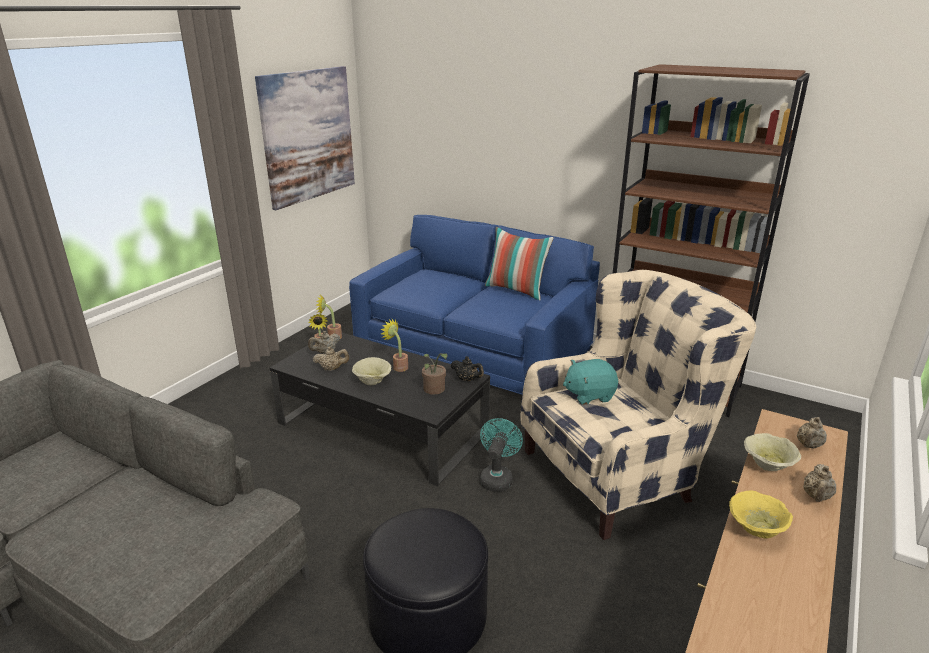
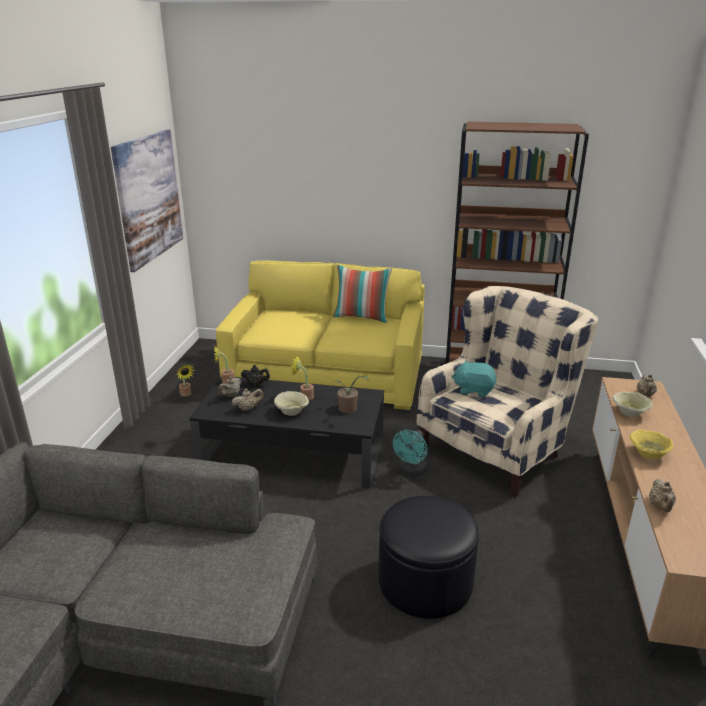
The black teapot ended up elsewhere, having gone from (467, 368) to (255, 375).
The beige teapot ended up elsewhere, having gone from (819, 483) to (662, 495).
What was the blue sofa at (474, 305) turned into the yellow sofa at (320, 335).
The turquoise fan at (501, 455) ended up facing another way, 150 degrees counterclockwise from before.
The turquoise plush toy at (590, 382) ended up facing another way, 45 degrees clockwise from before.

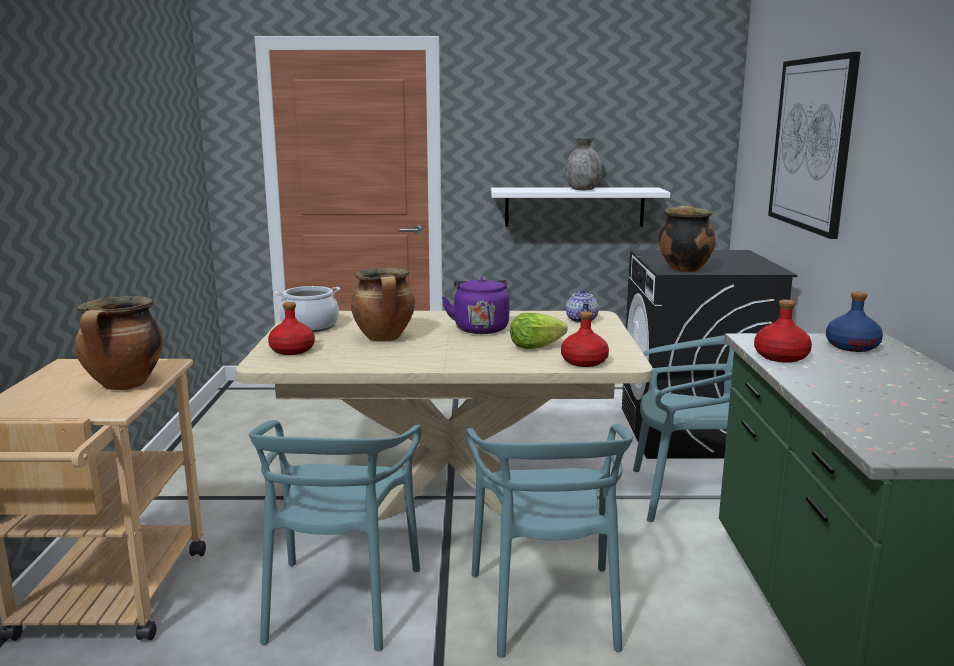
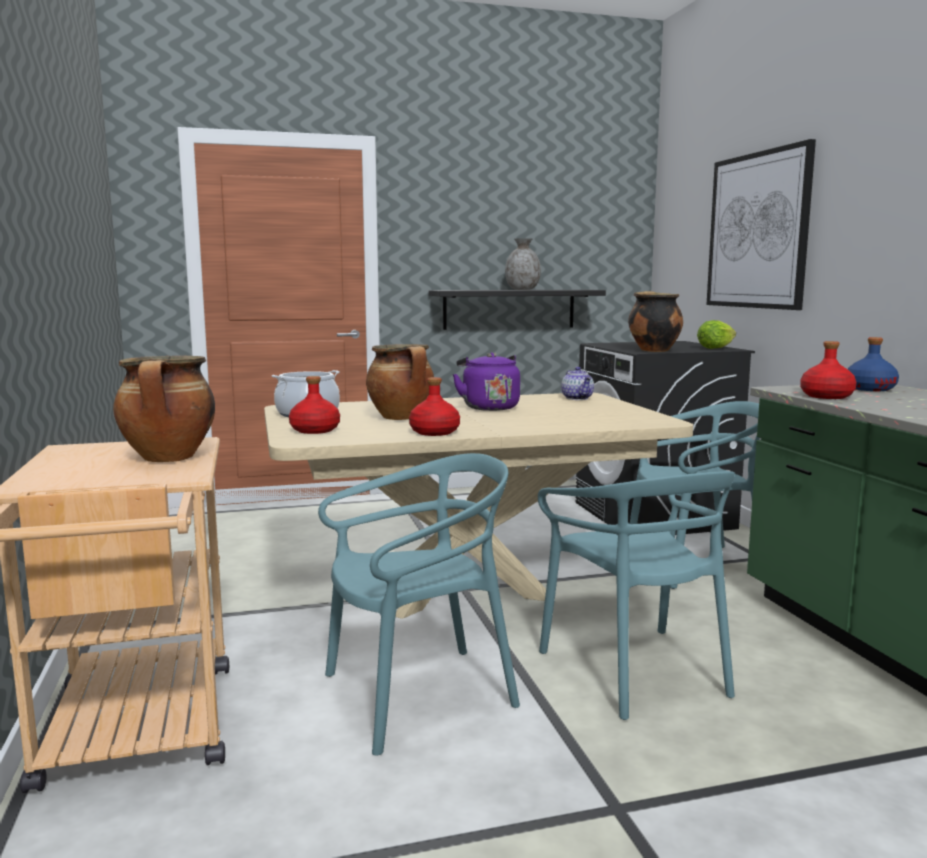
The lettuce ended up elsewhere, having gone from (539, 331) to (716, 334).
The red bottle ended up elsewhere, having gone from (585, 339) to (434, 406).
What was the white shelf at (580, 207) turned into the black shelf at (517, 310).
The turquoise chair at (335, 535) ended up facing another way, 105 degrees counterclockwise from before.

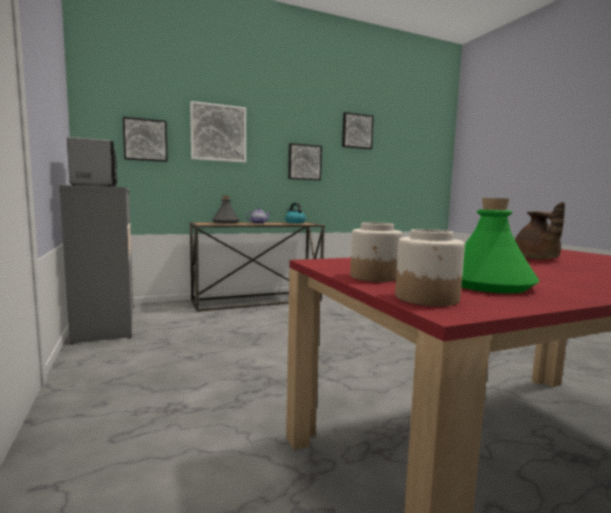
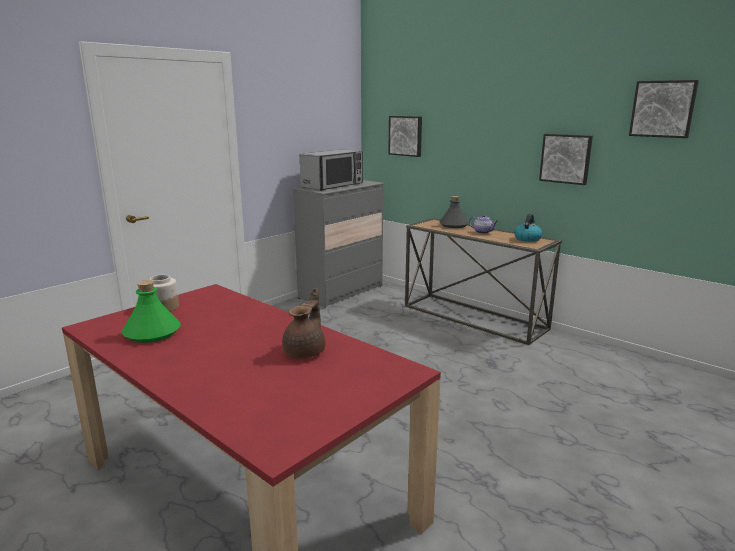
The second view lost the picture at (218, 132).
The second view lost the jar at (430, 267).
The brown teapot at (540, 230) ended up facing another way, 135 degrees clockwise from before.

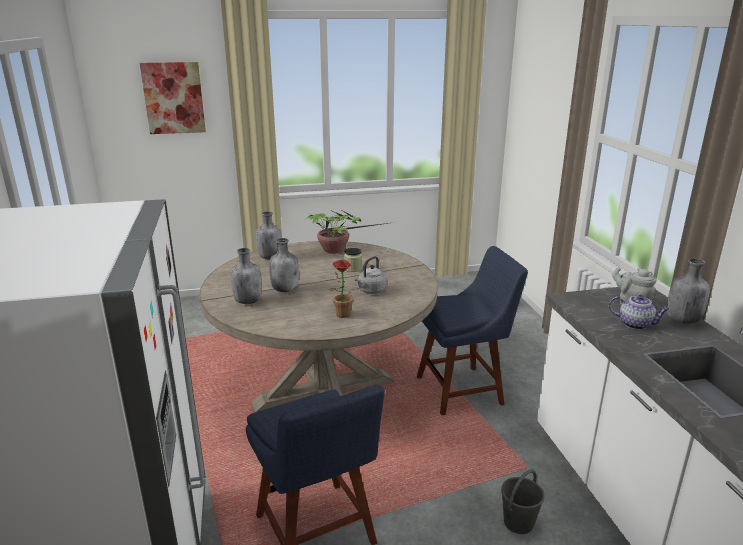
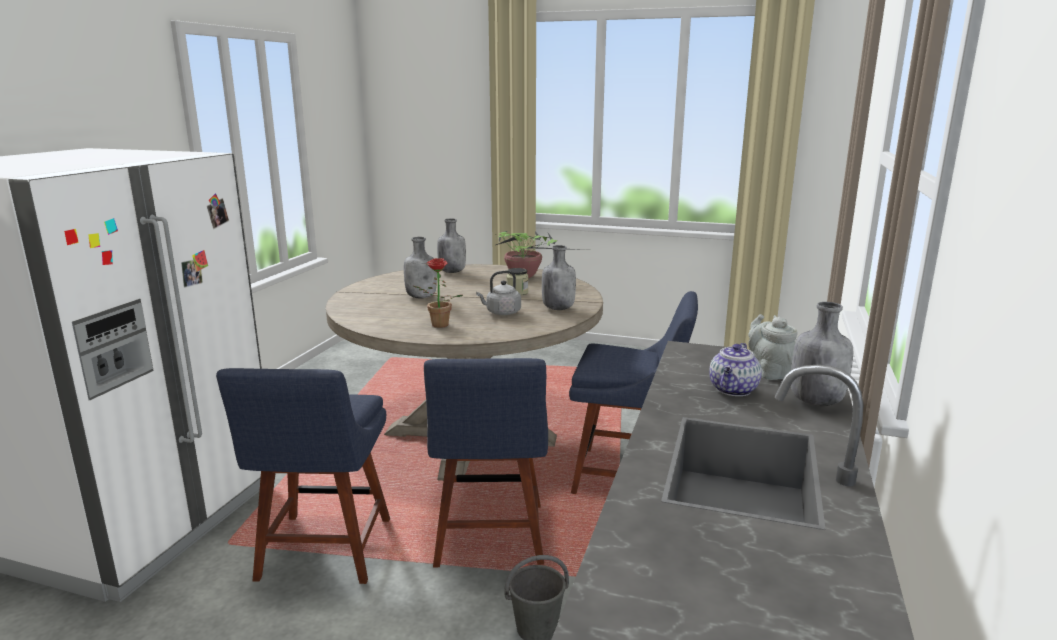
The second view lost the picture at (173, 98).
The second view gained the blue chair at (486, 462).
The grey bottle ended up elsewhere, having gone from (246, 276) to (559, 277).
The teapot at (639, 312) ended up facing another way, 60 degrees clockwise from before.

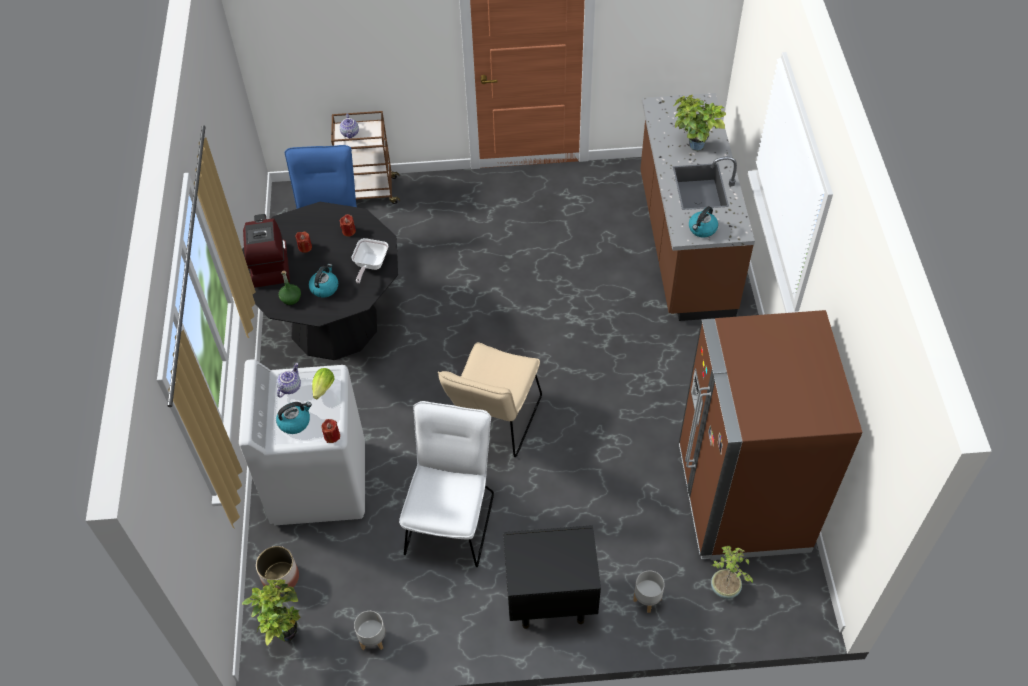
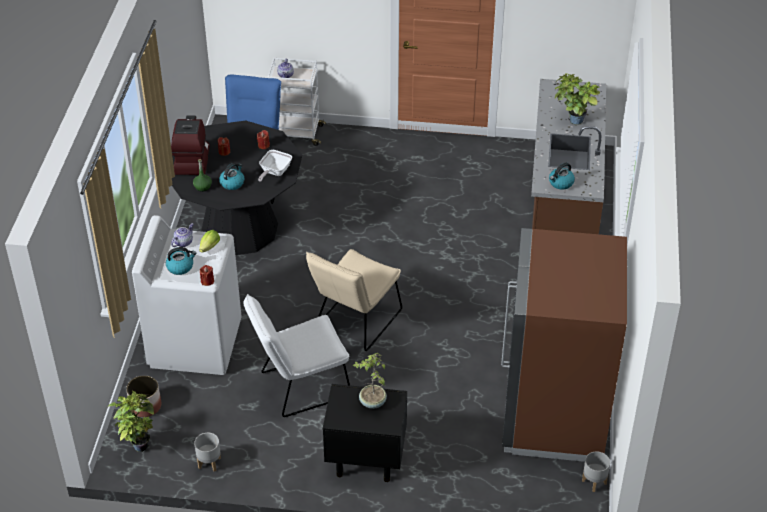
The grey planter ended up elsewhere, having gone from (649, 591) to (596, 471).
The potted plant ended up elsewhere, having gone from (732, 572) to (370, 381).
What was the brown cart at (365, 157) turned into the white cart at (297, 102).
The white chair at (446, 484) ended up facing another way, 135 degrees counterclockwise from before.

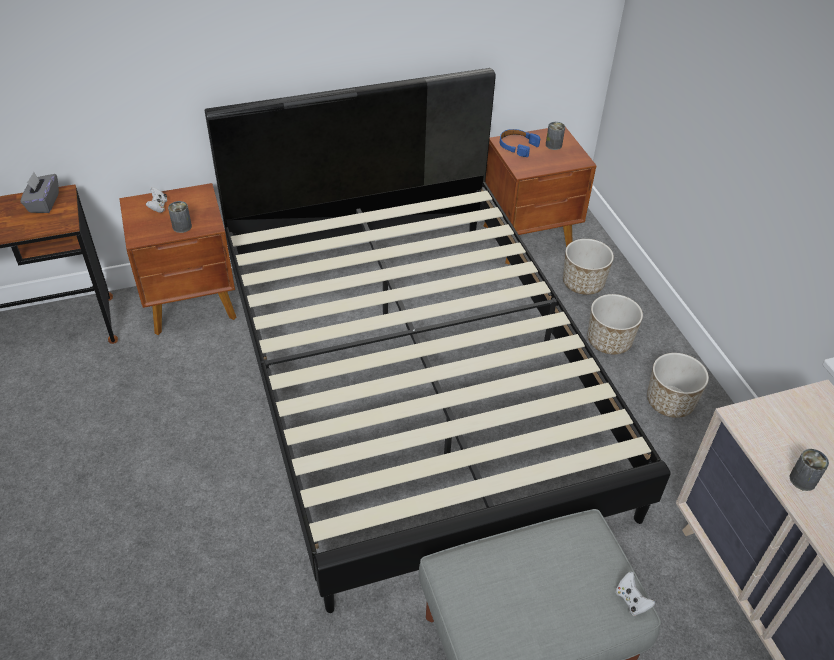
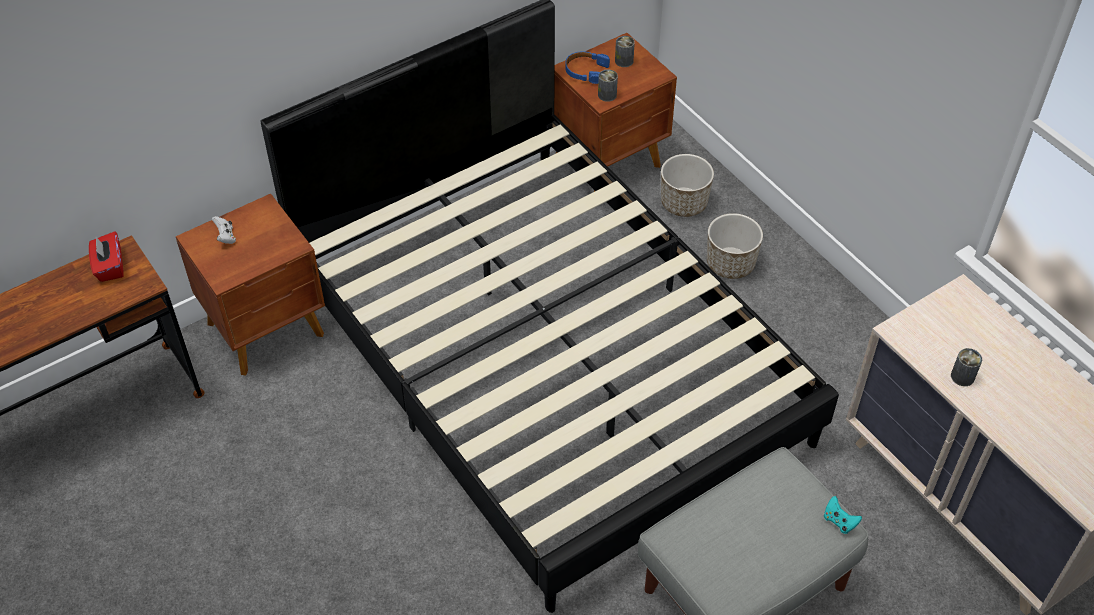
The second view lost the planter at (678, 385).
The can ended up elsewhere, having gone from (180, 217) to (608, 85).
What was the grey tissue box at (39, 192) turned into the red tissue box at (106, 256).
What was the white game controller at (635, 594) turned into the turquoise game controller at (843, 515).

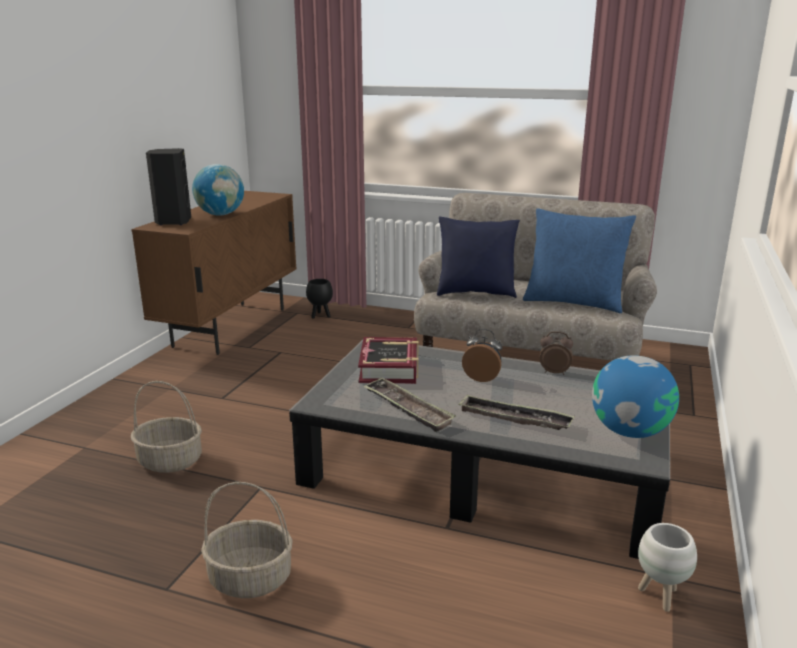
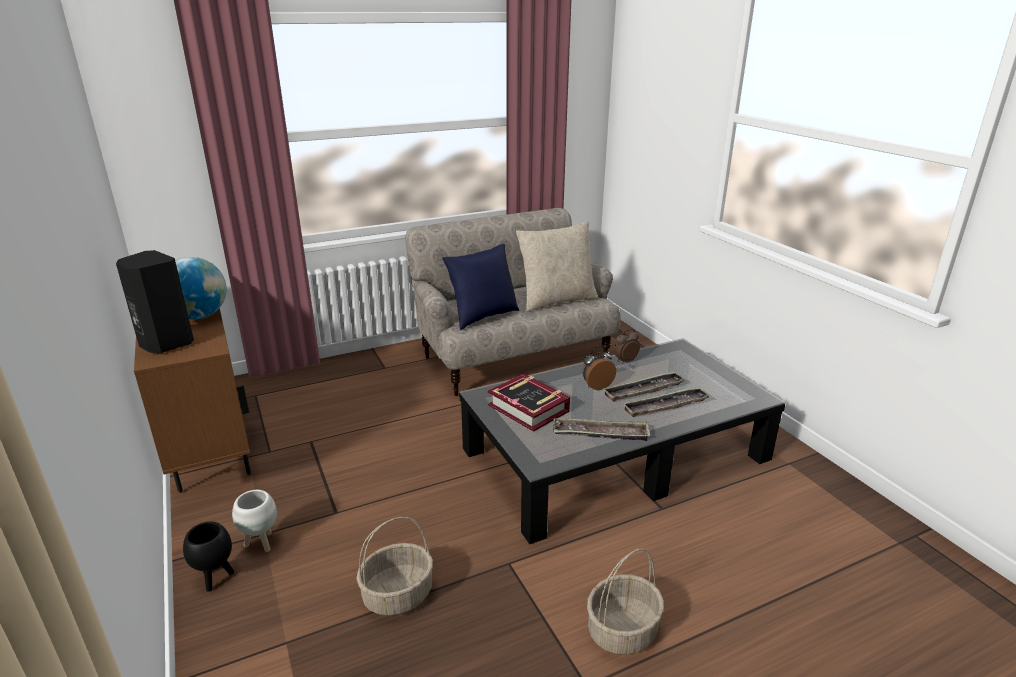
The second view lost the globe at (635, 396).
The second view gained the tray at (644, 386).
The black planter ended up elsewhere, having gone from (319, 299) to (208, 557).
The white planter ended up elsewhere, having gone from (667, 567) to (254, 521).
What was the blue pillow at (579, 260) turned into the beige pillow at (557, 266).

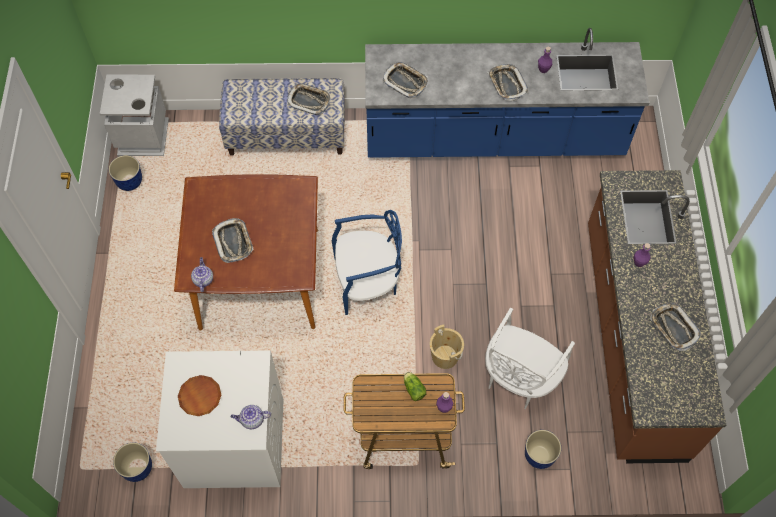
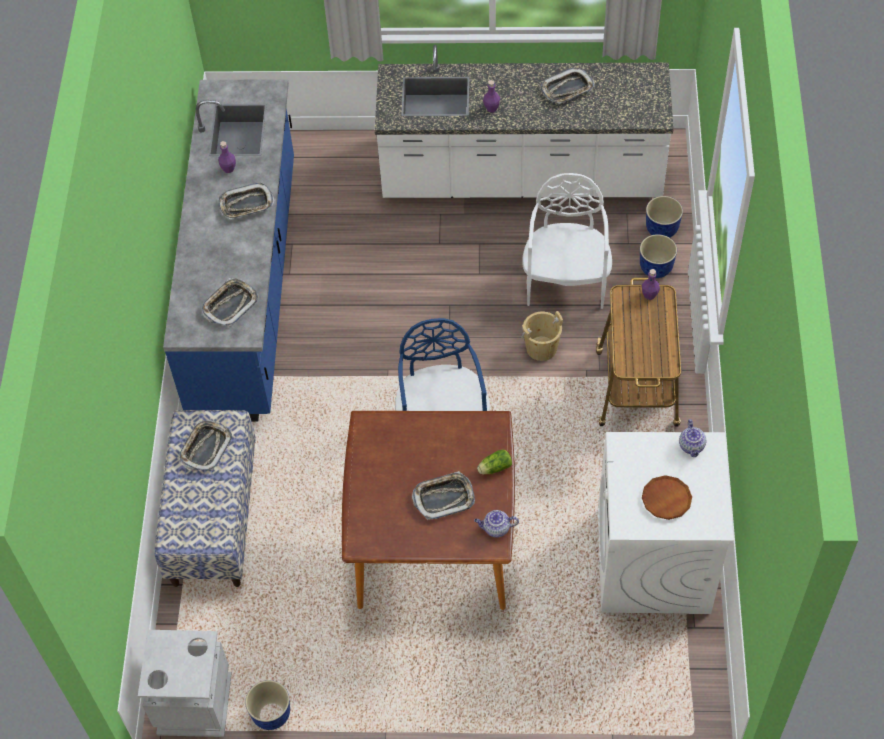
The planter ended up elsewhere, having gone from (132, 462) to (664, 217).
The lettuce ended up elsewhere, having gone from (415, 386) to (494, 462).
What was the brown counter at (657, 316) turned into the white counter at (524, 121).
The white chair at (530, 358) ended up facing another way, 120 degrees counterclockwise from before.

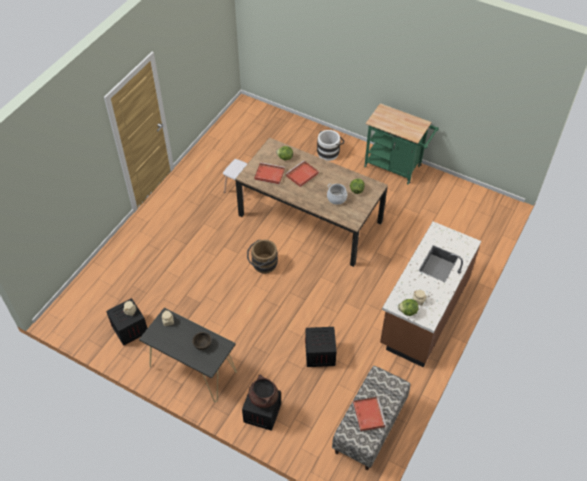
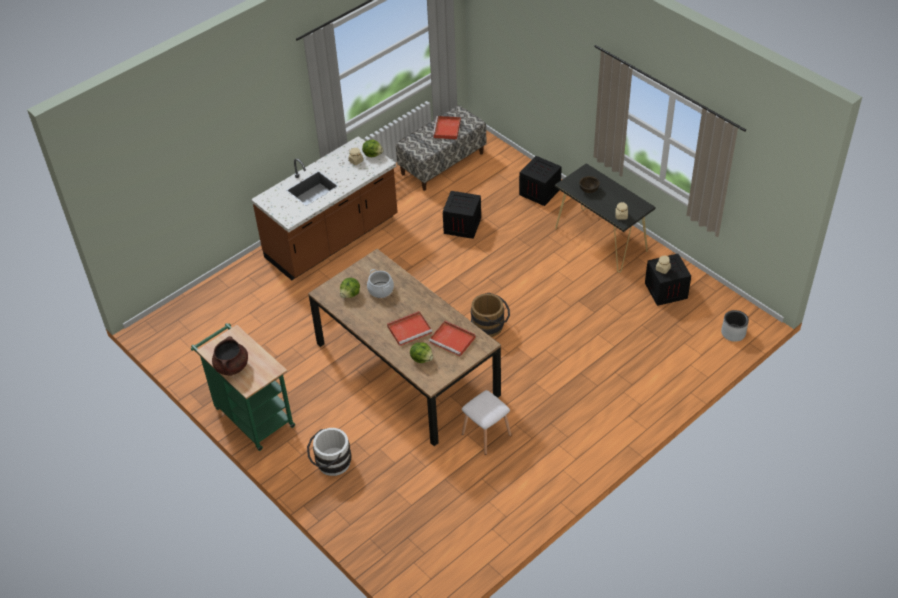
The second view gained the grey planter at (735, 326).
The brown cooking pot ended up elsewhere, having gone from (263, 391) to (230, 356).

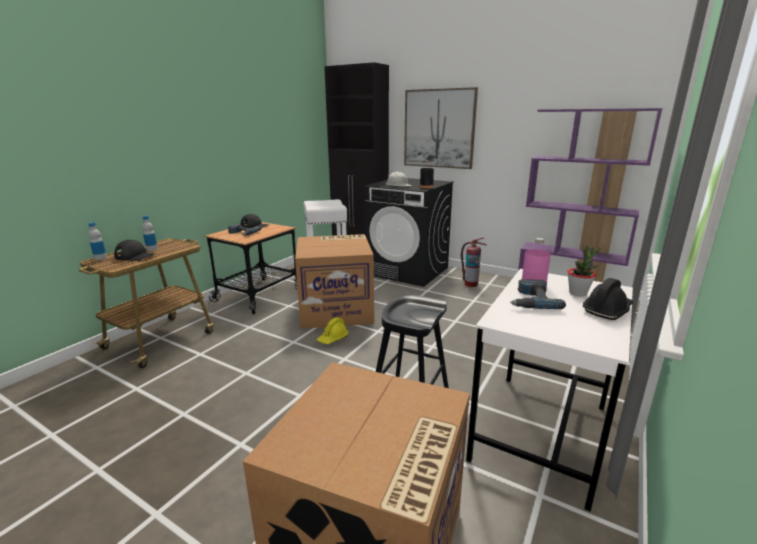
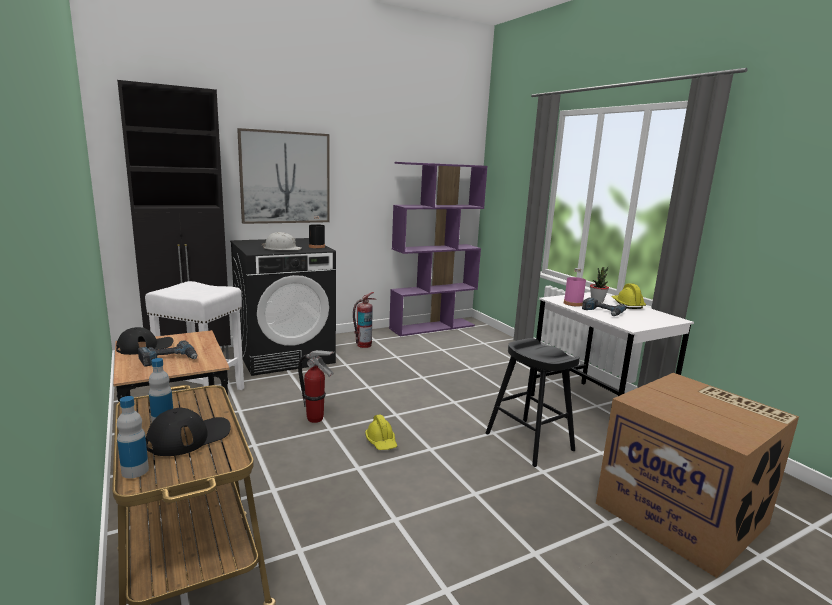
Where the cardboard box stood at (334, 281), the fire extinguisher came to stand at (316, 386).
What was the black hard hat at (608, 299) turned into the yellow hard hat at (628, 296).

